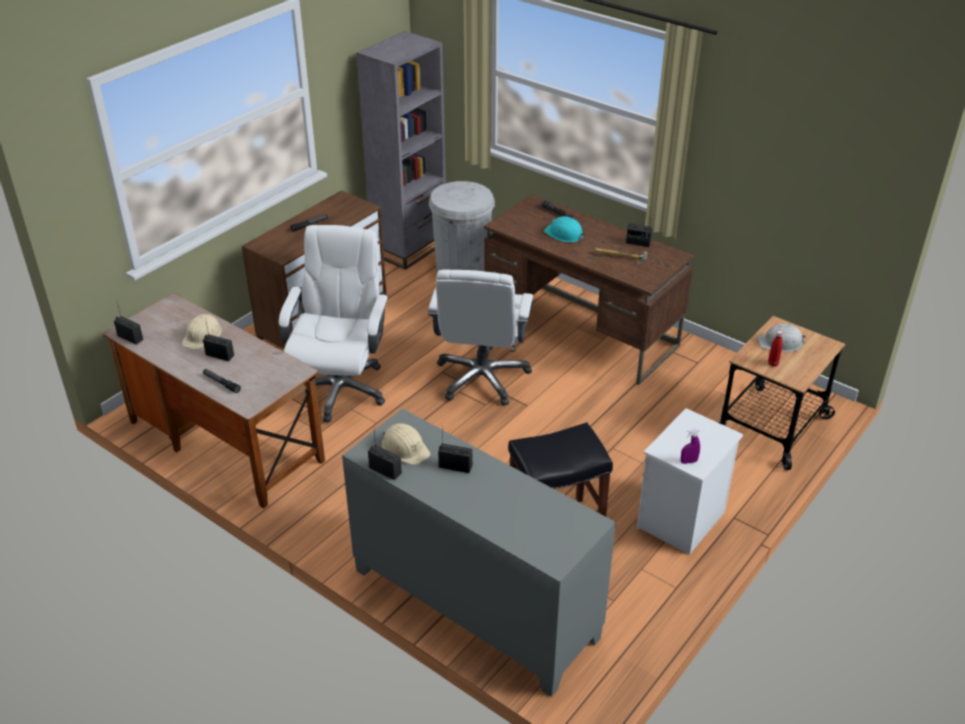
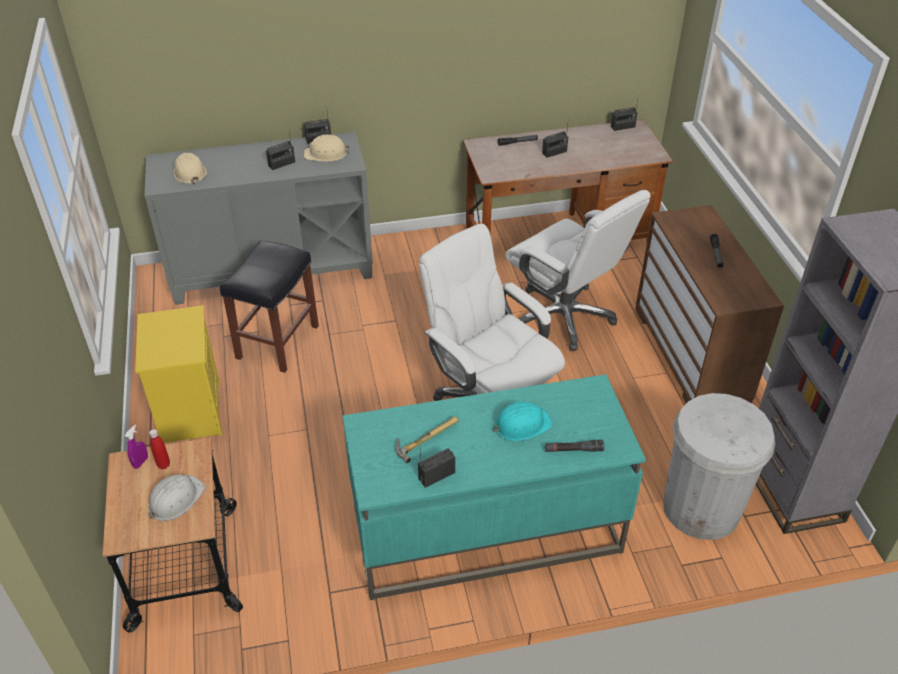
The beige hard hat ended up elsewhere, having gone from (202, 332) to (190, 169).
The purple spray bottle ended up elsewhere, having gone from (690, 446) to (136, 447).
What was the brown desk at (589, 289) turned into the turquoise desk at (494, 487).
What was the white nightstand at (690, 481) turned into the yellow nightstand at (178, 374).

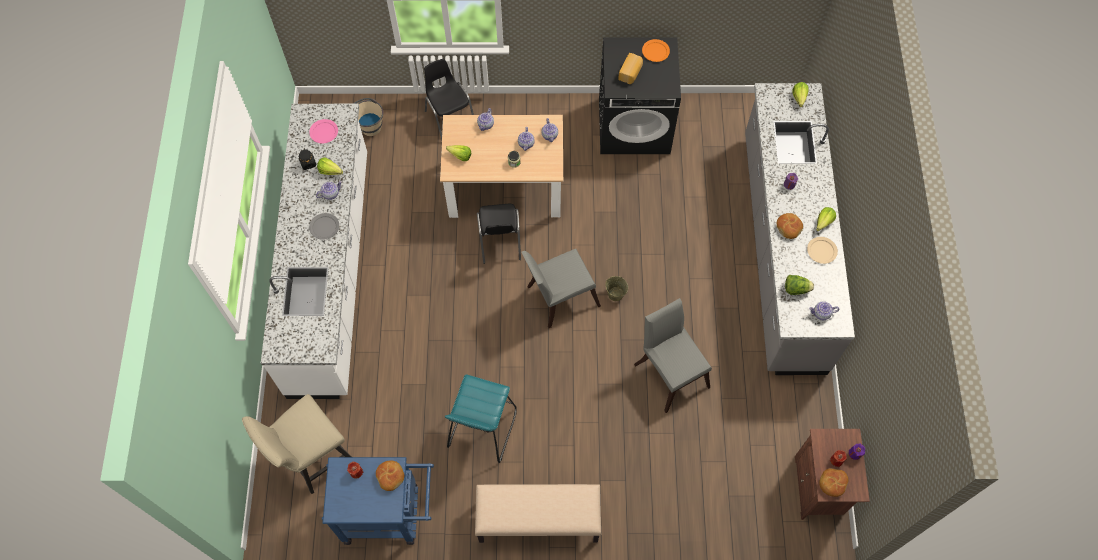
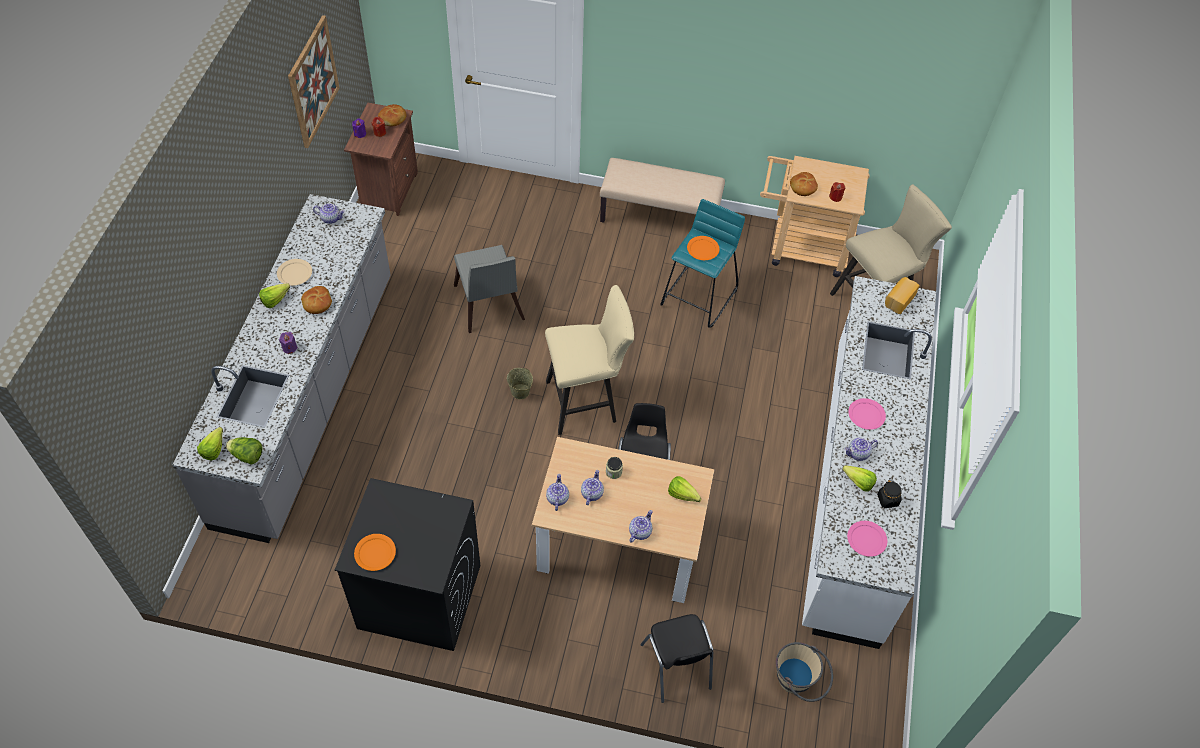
The second view gained the picture at (314, 81).
The second view gained the orange plate at (703, 248).
The bread ended up elsewhere, having gone from (630, 68) to (902, 295).
The lettuce ended up elsewhere, having gone from (799, 285) to (244, 450).
Where the grey chair stood at (561, 288), the beige stool came to stand at (589, 360).
What was the grey plate at (324, 226) turned into the pink plate at (867, 414).
What was the blue cart at (378, 501) turned into the beige cart at (815, 216).

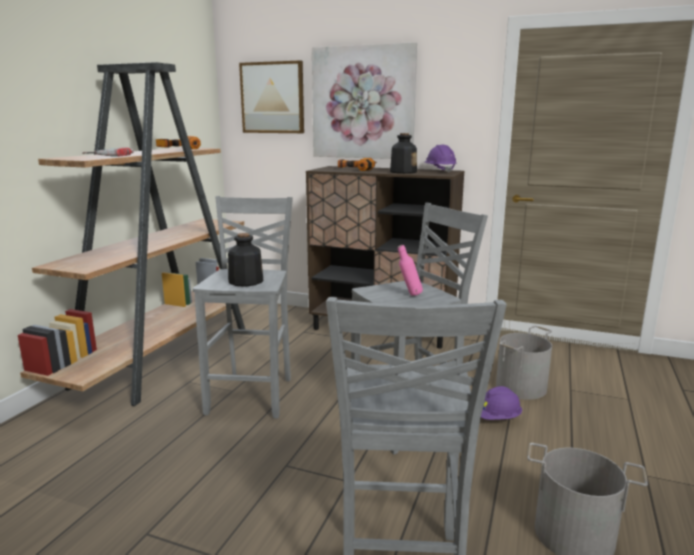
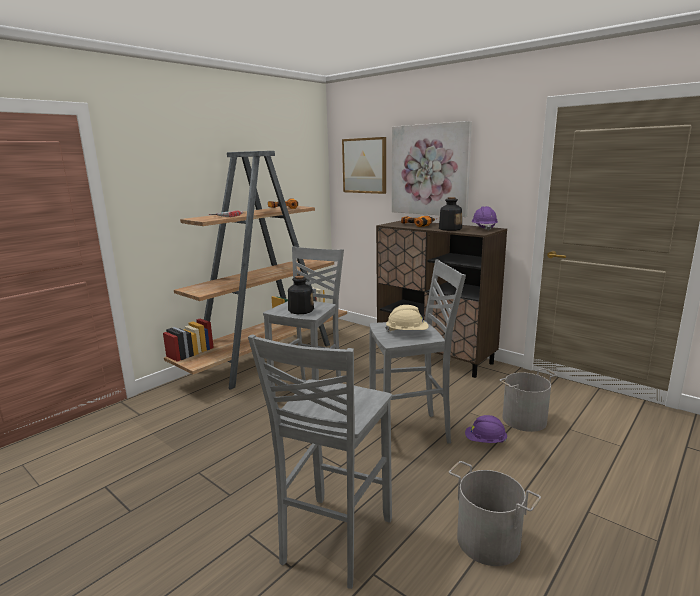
Where the pink bottle stood at (410, 270), the beige hard hat came to stand at (407, 318).

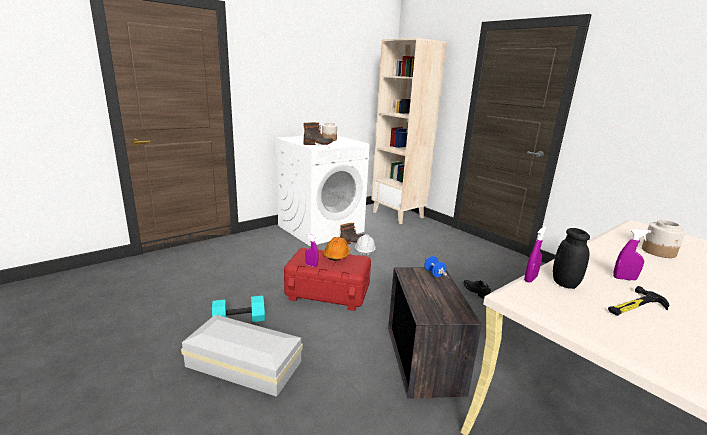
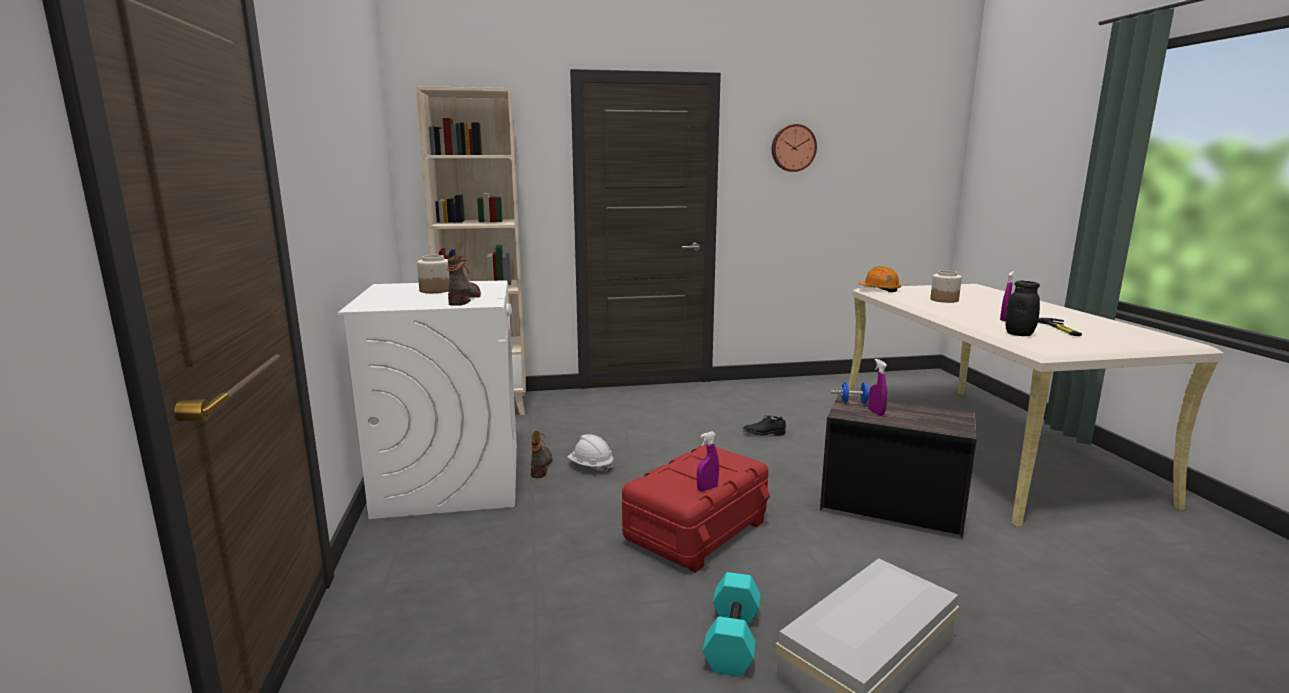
The second view gained the wall clock at (794, 148).
The orange hard hat ended up elsewhere, having gone from (337, 249) to (879, 279).
The purple spray bottle ended up elsewhere, having gone from (535, 254) to (877, 387).

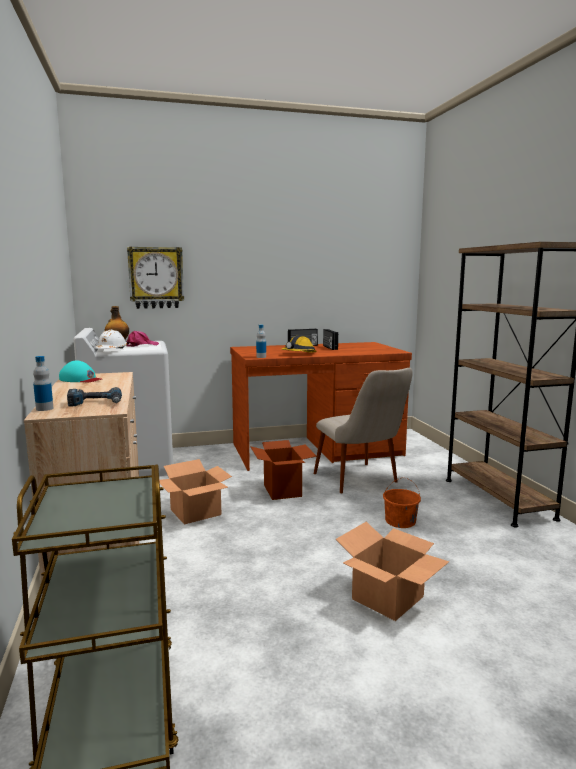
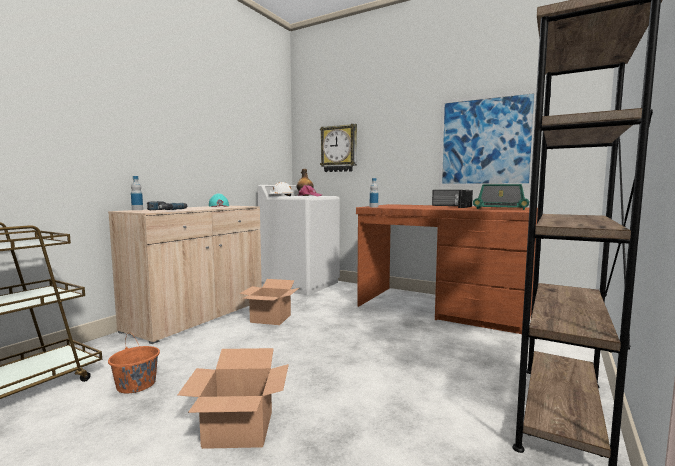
The second view lost the cardboard box at (283, 470).
The second view lost the hard hat at (299, 344).
The second view lost the beige chair at (363, 430).
The second view gained the picture at (488, 138).
The second view gained the radio at (501, 197).
The orange bucket ended up elsewhere, having gone from (402, 503) to (134, 363).

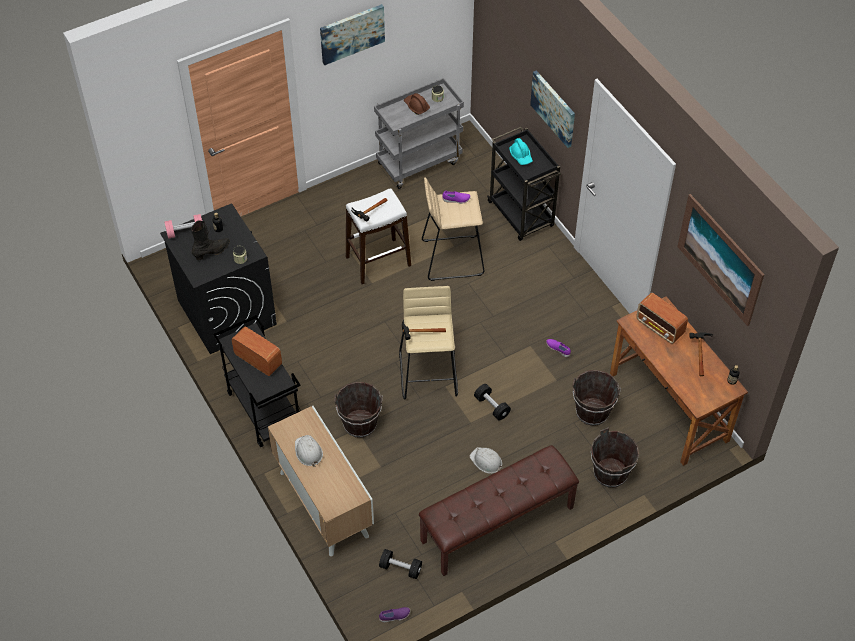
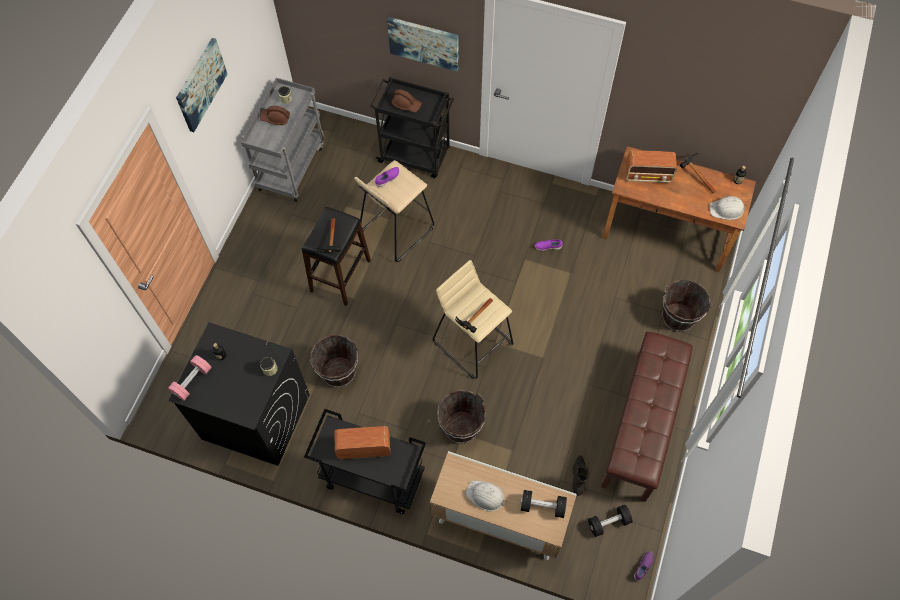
The second view lost the picture at (720, 260).
The black boot ended up elsewhere, having gone from (210, 240) to (580, 475).
The white hard hat ended up elsewhere, having gone from (486, 460) to (728, 208).
The black dumbbell ended up elsewhere, having gone from (492, 402) to (544, 504).
The brown bucket ended up elsewhere, having gone from (597, 398) to (333, 360).
What was the white stool at (378, 236) turned into the black stool at (336, 256).
What was the turquoise hard hat at (521, 151) turned into the brown hard hat at (407, 100).

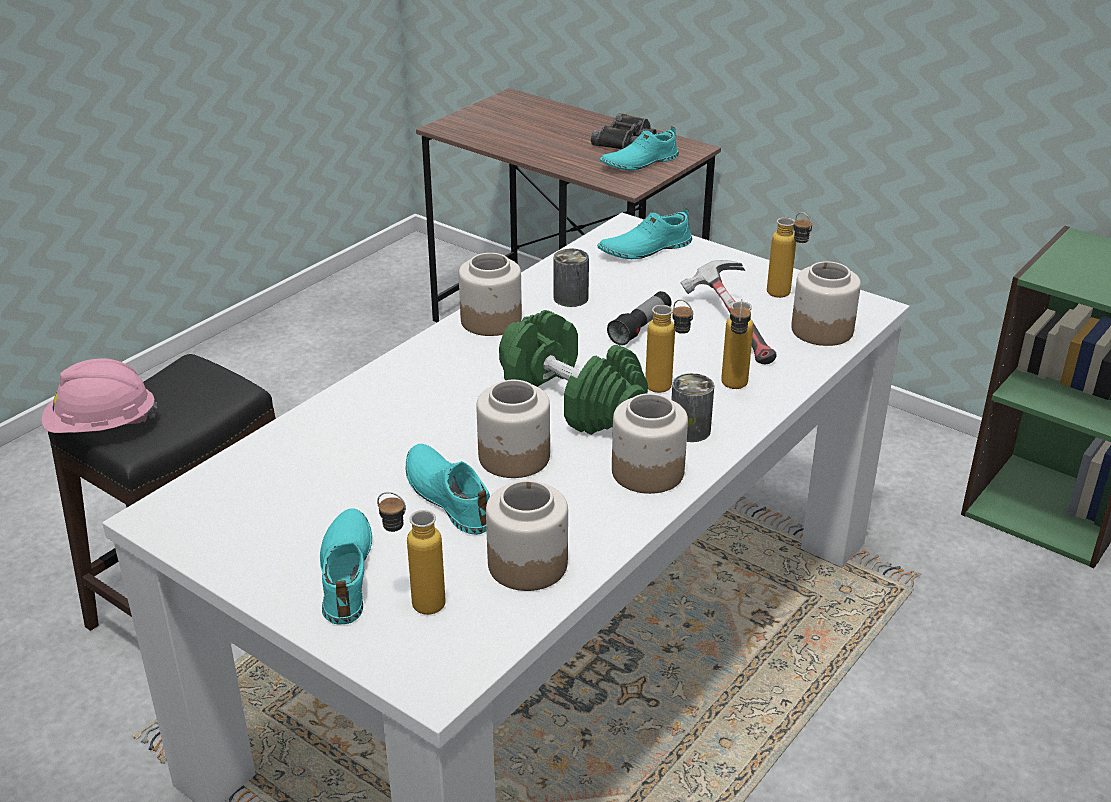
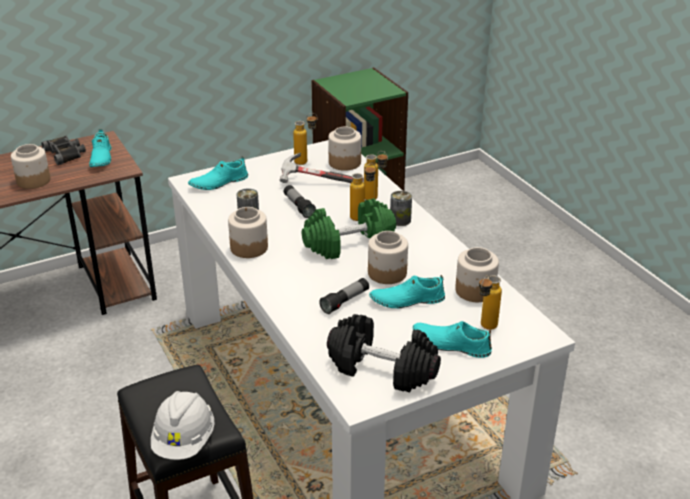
The second view gained the flashlight at (344, 296).
The second view gained the black dumbbell at (384, 353).
The jar ended up elsewhere, having gone from (650, 443) to (30, 166).
What was the pink hard hat at (99, 396) turned into the white hard hat at (183, 425).
The turquoise shoe at (644, 233) ended up facing another way, 60 degrees clockwise from before.

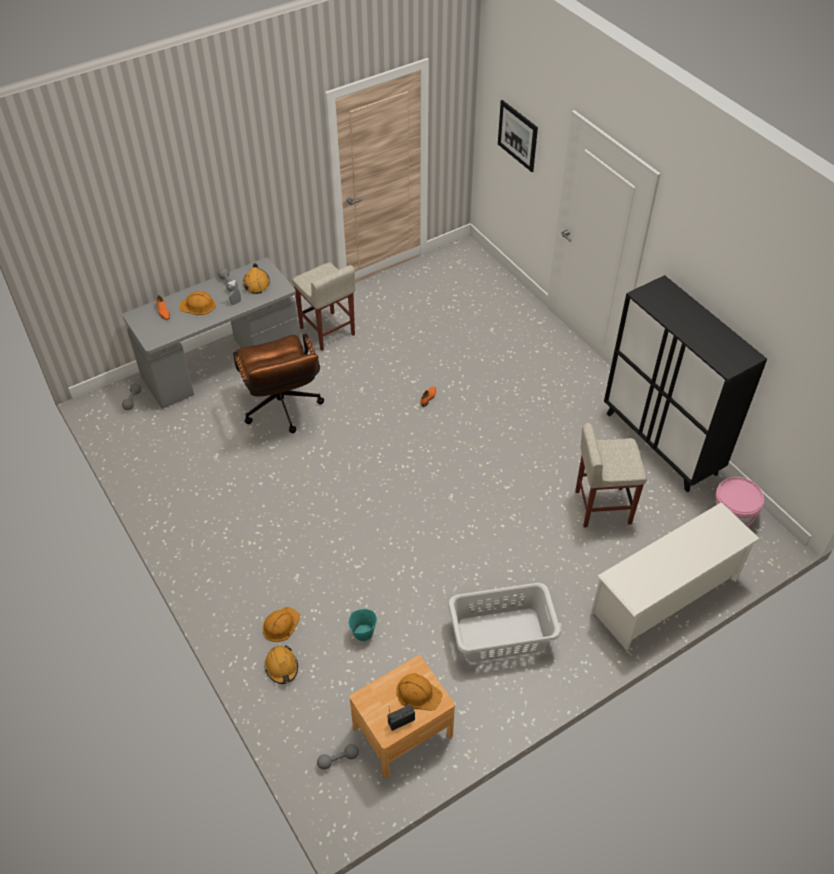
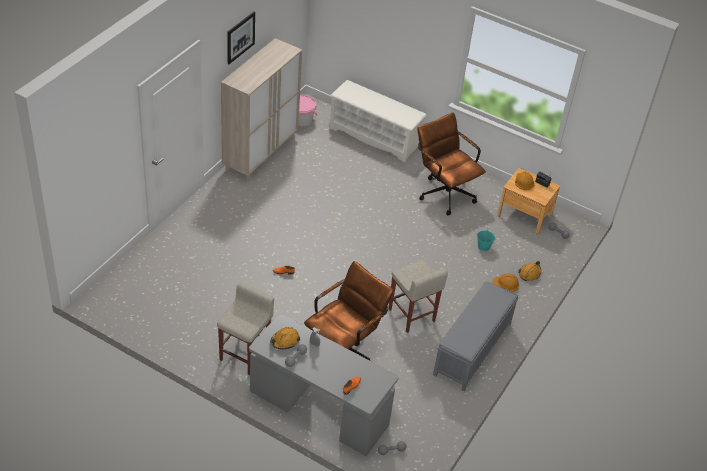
The second view lost the orange hard hat at (197, 303).
The second view gained the grey bench at (476, 336).
The picture ended up elsewhere, having gone from (518, 136) to (241, 38).
The beige stool ended up elsewhere, having gone from (611, 475) to (418, 296).
Where the grey laundry basket stood at (504, 622), the brown office chair came to stand at (451, 164).
What was the black cabinet at (685, 384) turned into the beige cabinet at (261, 110).

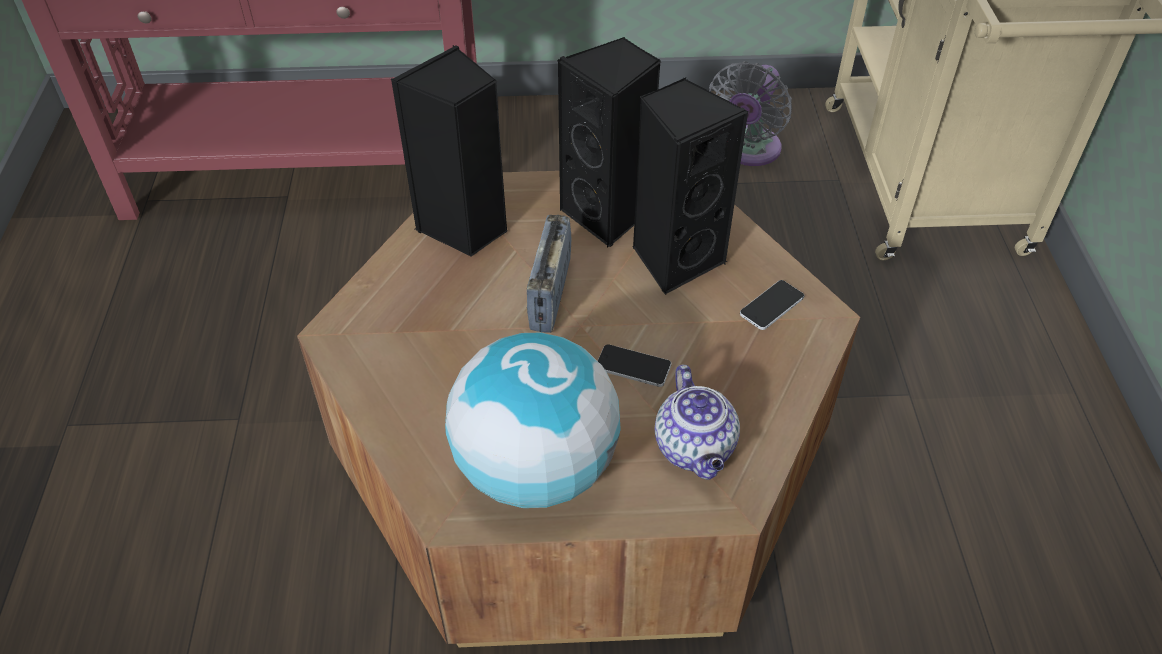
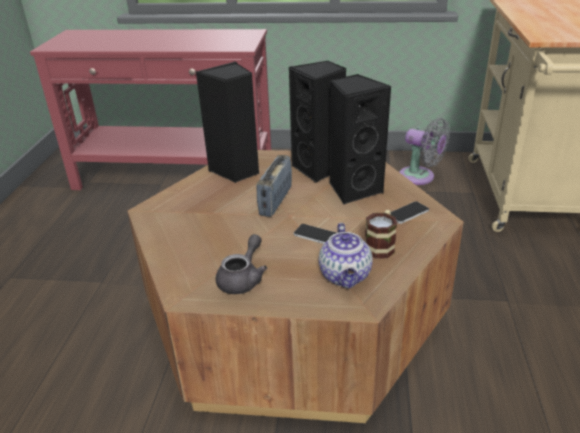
The second view gained the mug at (381, 234).
Where the globe stood at (533, 420), the grey teapot came to stand at (241, 264).
The grey fan at (750, 113) ended up facing another way, 90 degrees counterclockwise from before.

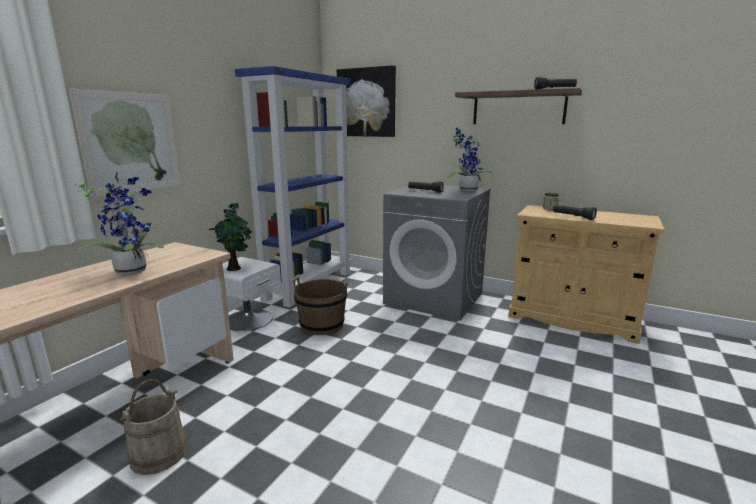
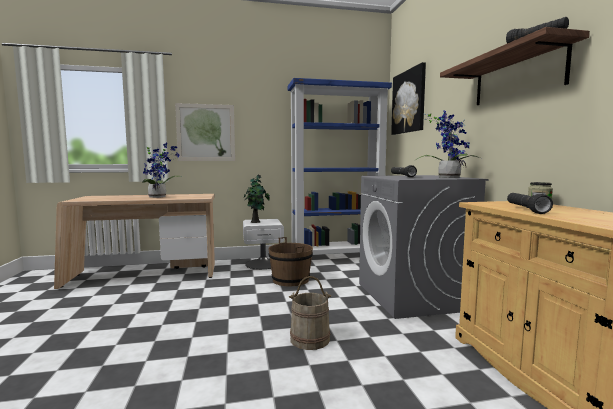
The beige bucket ended up elsewhere, having gone from (153, 427) to (310, 313).

